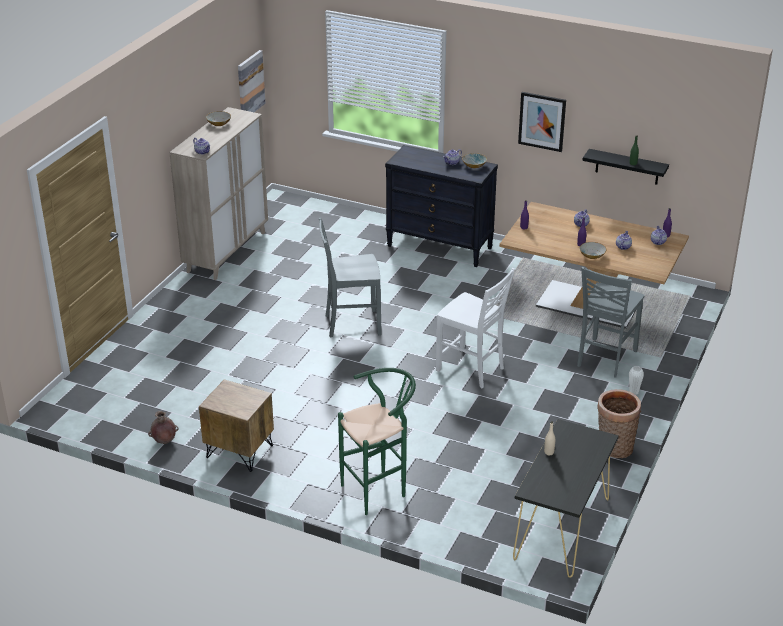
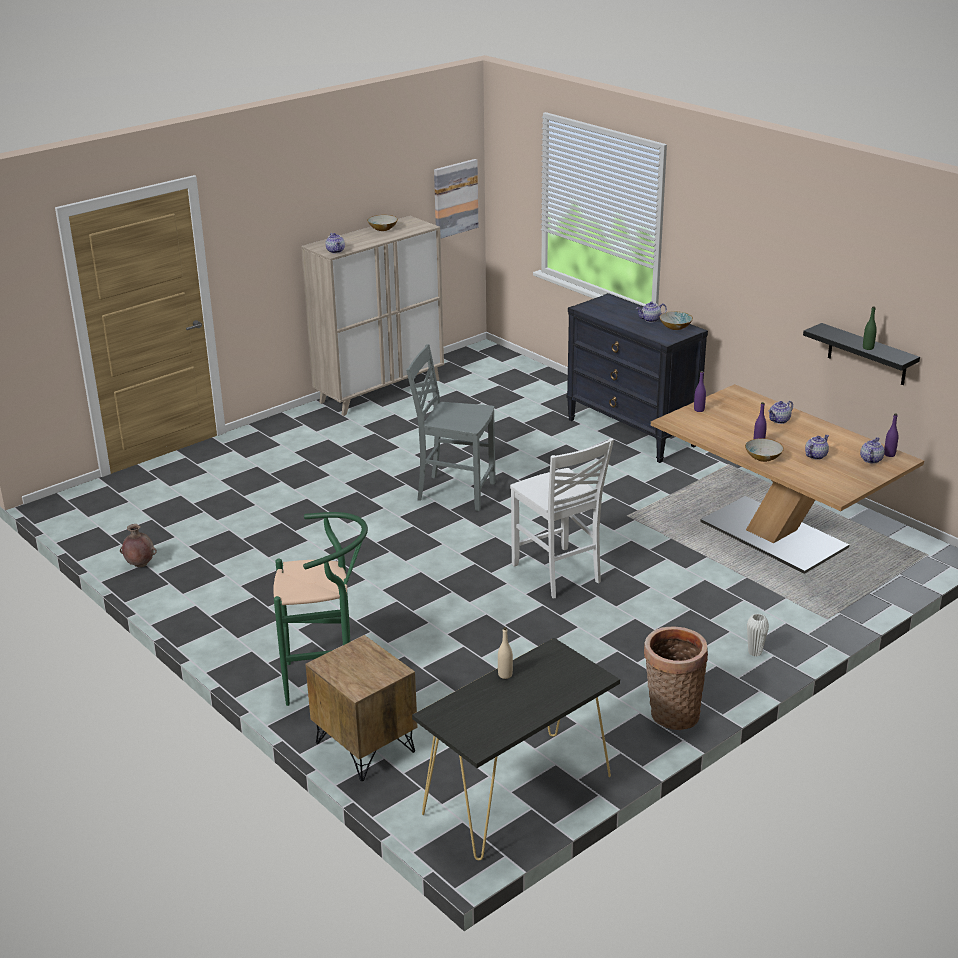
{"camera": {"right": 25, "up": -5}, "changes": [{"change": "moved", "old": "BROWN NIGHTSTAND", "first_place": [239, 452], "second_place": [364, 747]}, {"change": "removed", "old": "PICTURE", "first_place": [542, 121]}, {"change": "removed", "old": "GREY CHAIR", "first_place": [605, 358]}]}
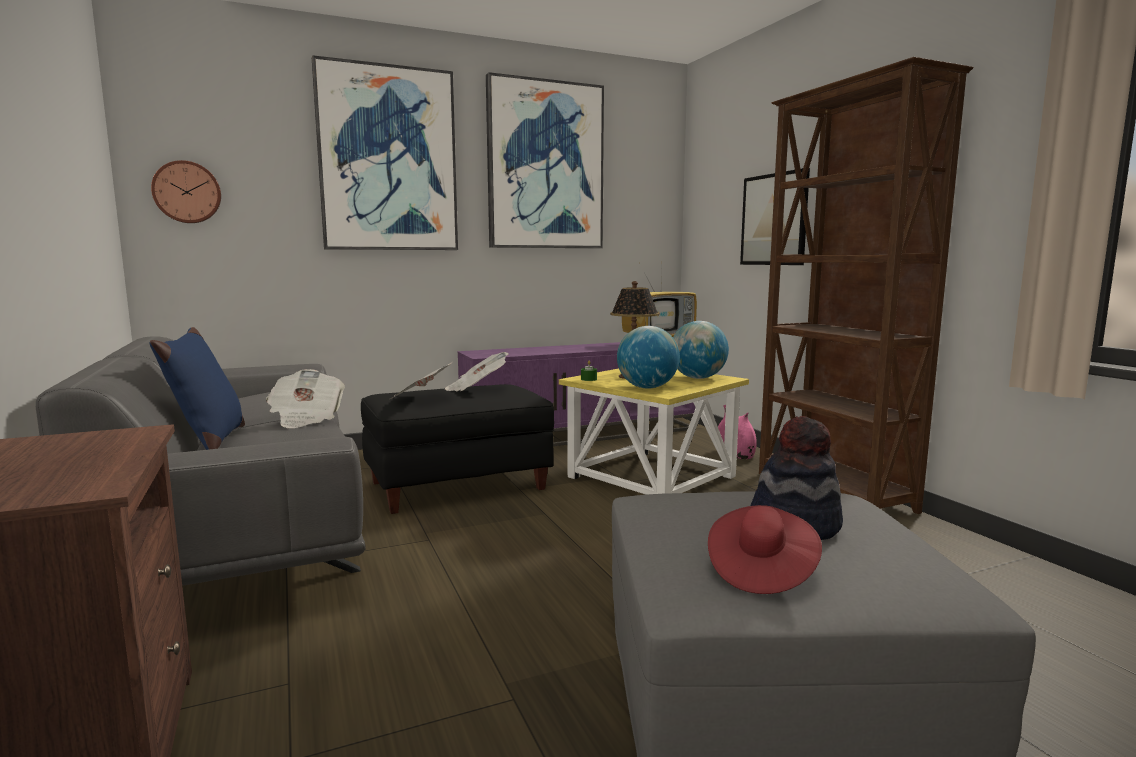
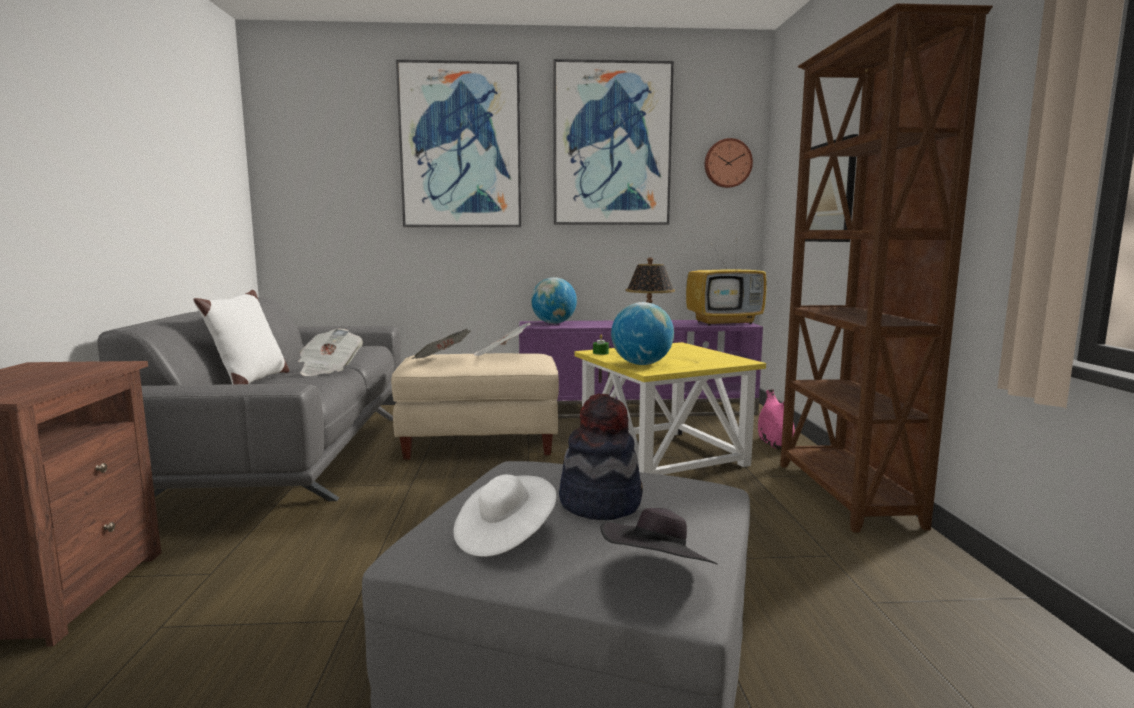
{"camera": {"right": 20, "up": 0}, "changes": [{"change": "recoloured", "old": "BLUE PILLOW", "new": "WHITE PILLOW", "first_place": [209, 441], "second_place": [250, 381]}, {"change": "recoloured", "old": "BLACK OTTOMAN", "new": "BEIGE OTTOMAN", "first_place": [457, 485], "second_place": [479, 442]}, {"change": "recoloured", "old": "RED HAT", "new": "WHITE HAT", "first_place": [760, 571], "second_place": [505, 537]}, {"change": "moved", "old": "GLOBE", "first_place": [698, 378], "second_place": [554, 323]}, {"change": "added", "new": "BLACK HAT", "second_place": [657, 574]}, {"change": "moved", "old": "WALL CLOCK", "first_place": [187, 192], "second_place": [727, 163]}]}
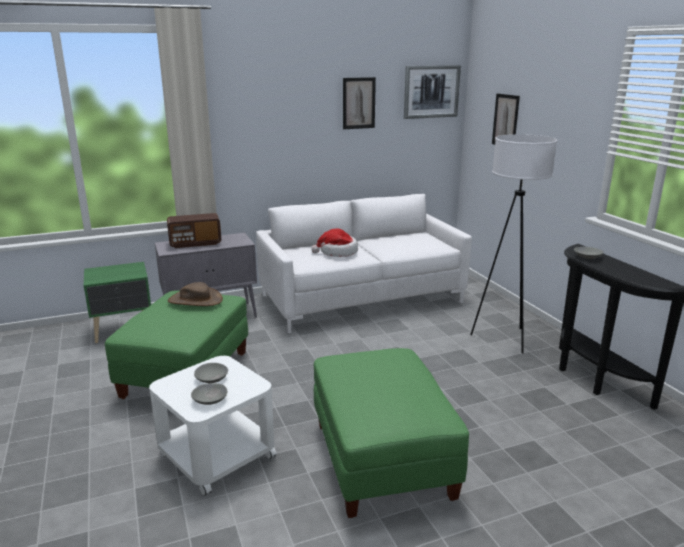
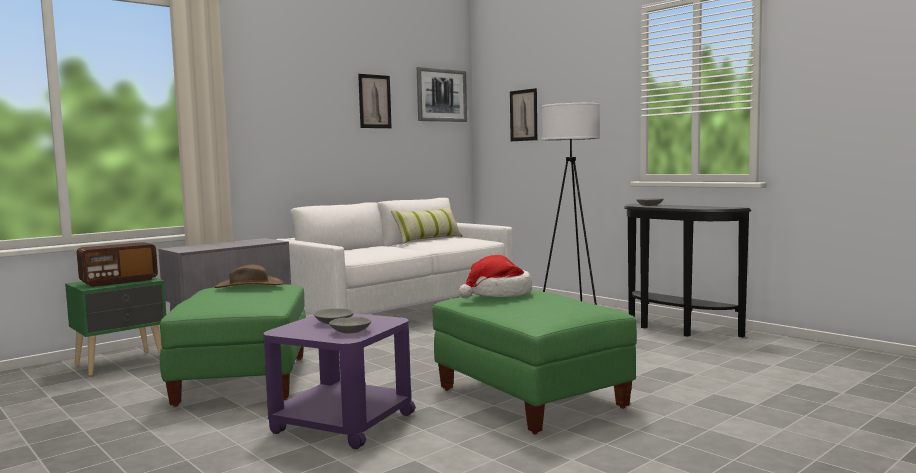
{"camera": {"right": -20, "up": -15}, "changes": [{"change": "moved", "old": "RADIO", "first_place": [195, 243], "second_place": [119, 281]}, {"change": "recoloured", "old": "WHITE SIDE TABLE", "new": "PURPLE SIDE TABLE", "first_place": [216, 454], "second_place": [342, 423]}, {"change": "added", "new": "PILLOW", "second_place": [428, 239]}, {"change": "moved", "old": "HAT", "first_place": [337, 252], "second_place": [498, 294]}]}
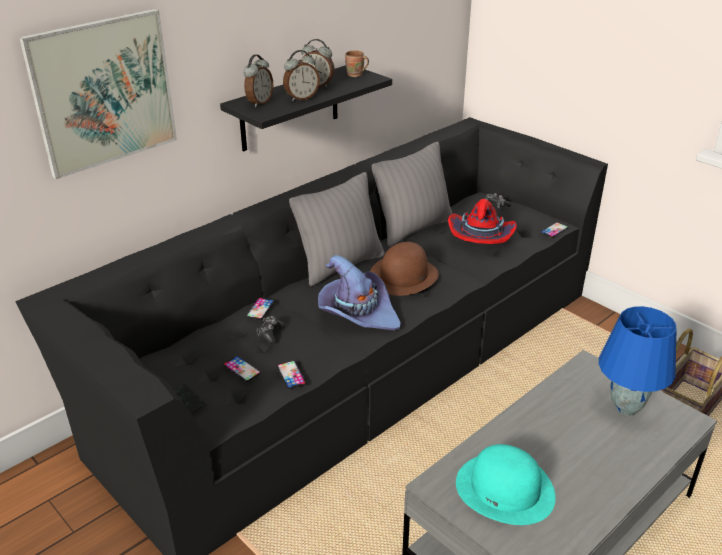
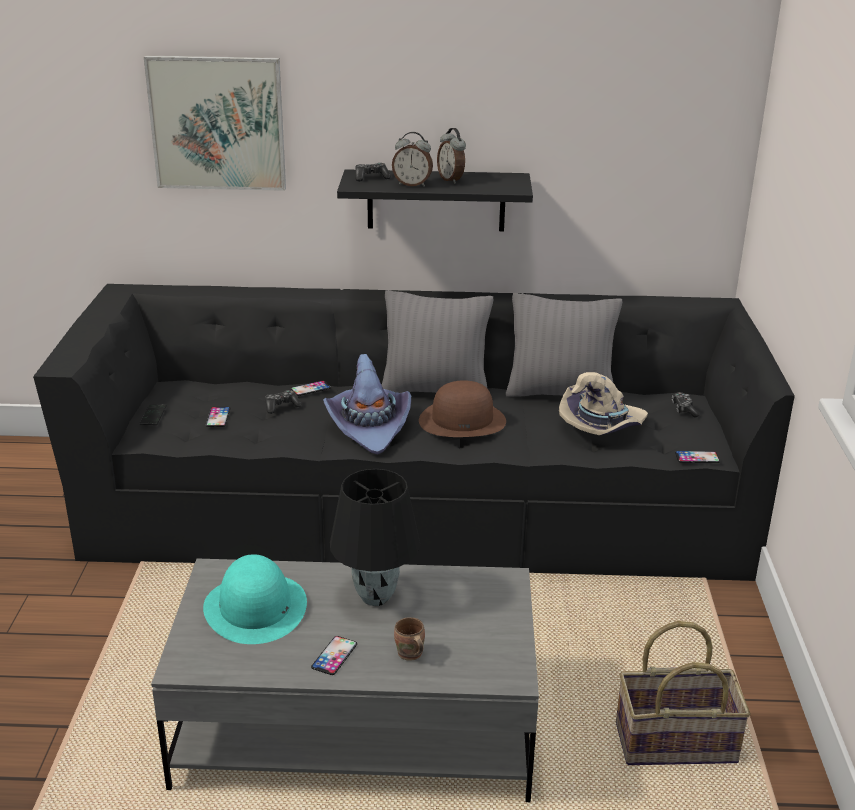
{"camera": {"right": 45, "up": -5}, "changes": [{"change": "moved", "old": "PHONE", "first_place": [291, 375], "second_place": [334, 656]}, {"change": "added", "new": "BLACK TABLE LAMP", "second_place": [374, 597]}, {"change": "replaced", "old": "ALARM CLOCK", "new": "GAME CONTROLLER", "first_place": [259, 103], "second_place": [371, 178]}, {"change": "moved", "old": "BROWN MUG", "first_place": [355, 75], "second_place": [409, 655]}, {"change": "recoloured", "old": "RED HAT", "new": "BEIGE HAT", "first_place": [480, 237], "second_place": [602, 426]}, {"change": "removed", "old": "BLUE TABLE LAMP", "first_place": [626, 408]}]}
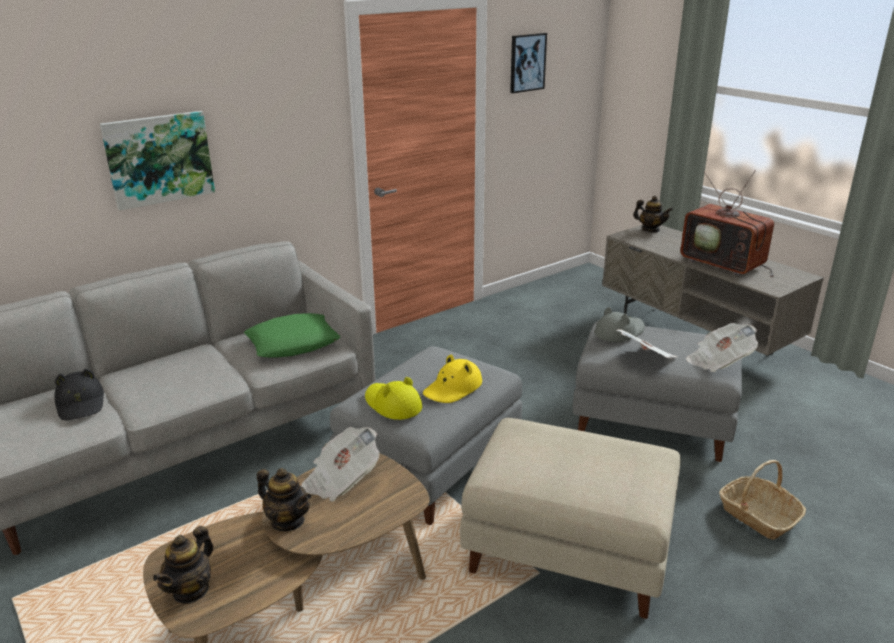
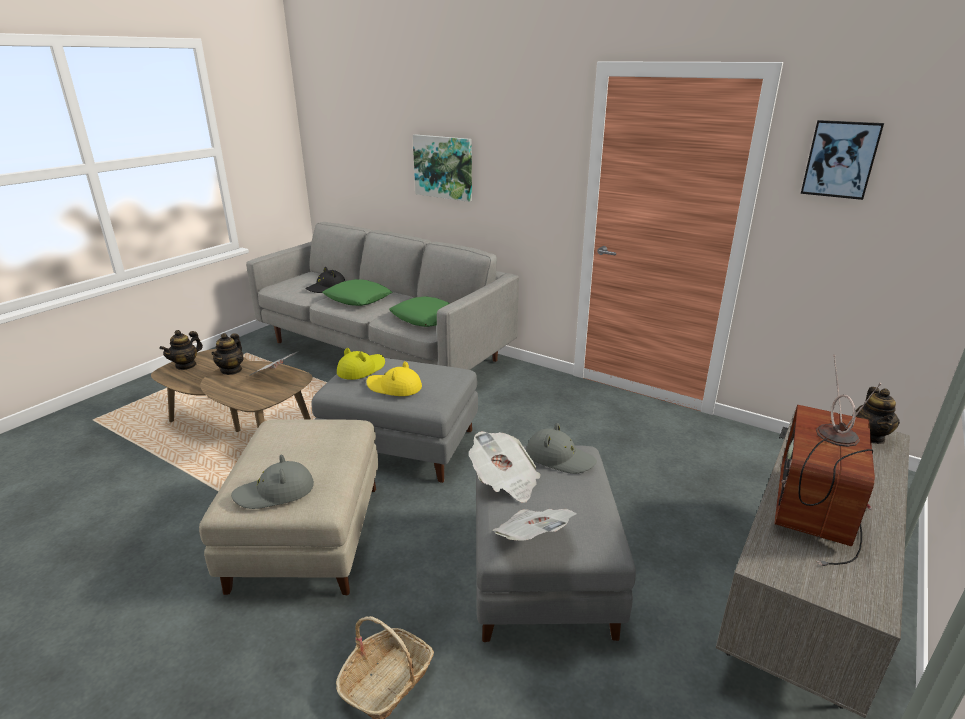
{"camera": {"right": 70, "up": 0}, "changes": [{"change": "turned", "old": "TEAPOT", "first_place": [191, 590], "second_place": [186, 365], "degrees": -60}, {"change": "added", "new": "GREY HAT", "second_place": [275, 492]}, {"change": "added", "new": "GREEN PILLOW", "second_place": [357, 298]}]}
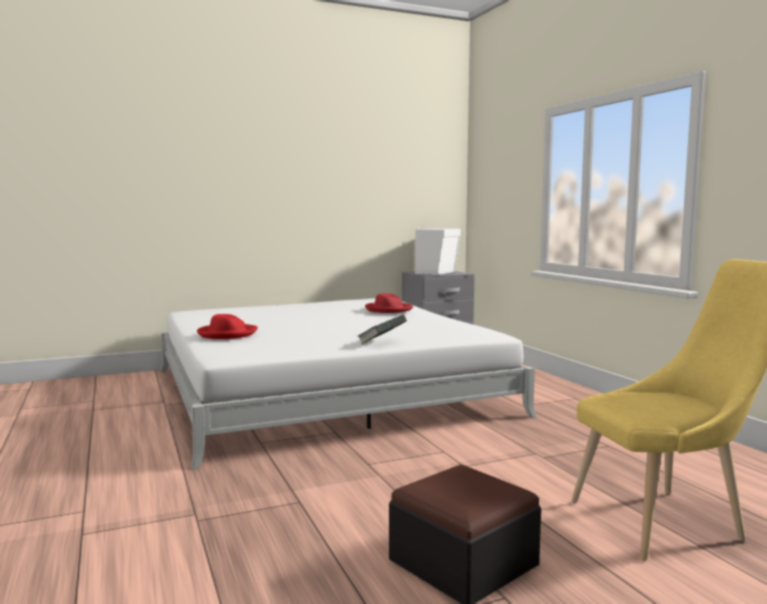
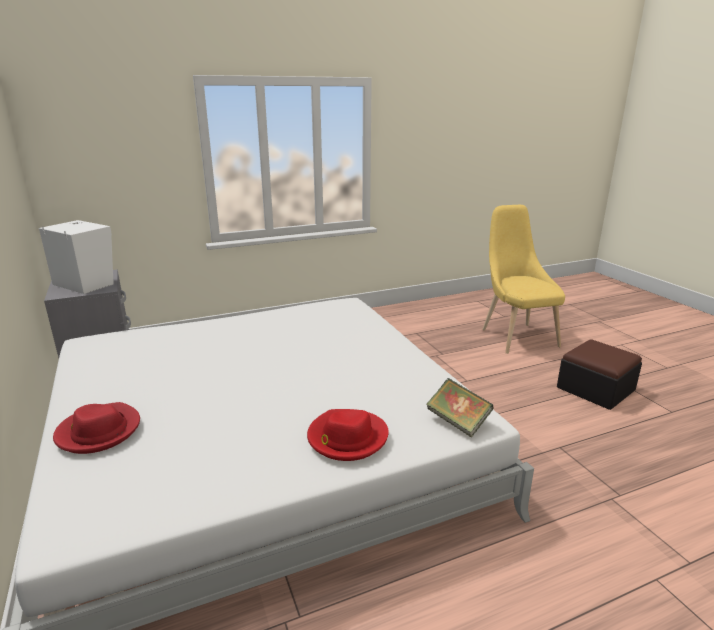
{"camera": {"right": -90, "up": 15}, "changes": [{"change": "moved", "old": "RED HAT", "first_place": [388, 309], "second_place": [99, 431]}, {"change": "moved", "old": "BOOK", "first_place": [382, 343], "second_place": [458, 422]}]}
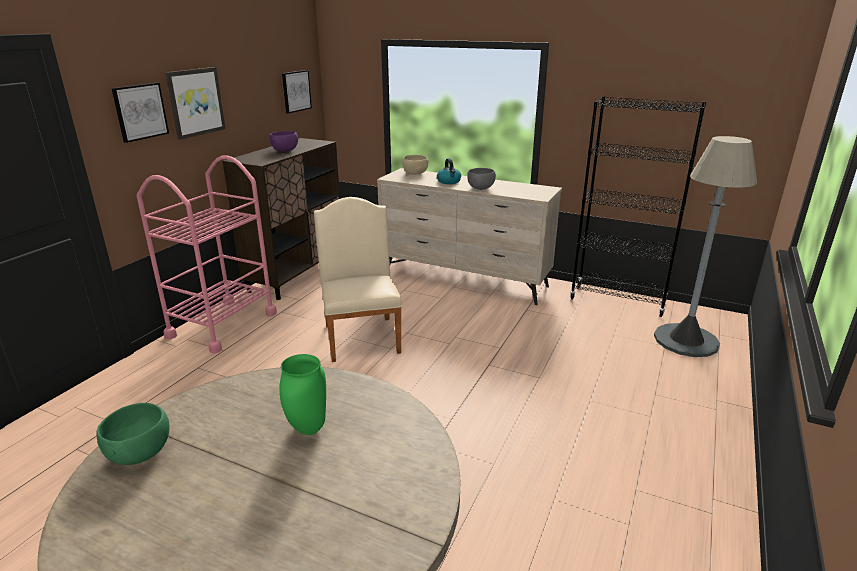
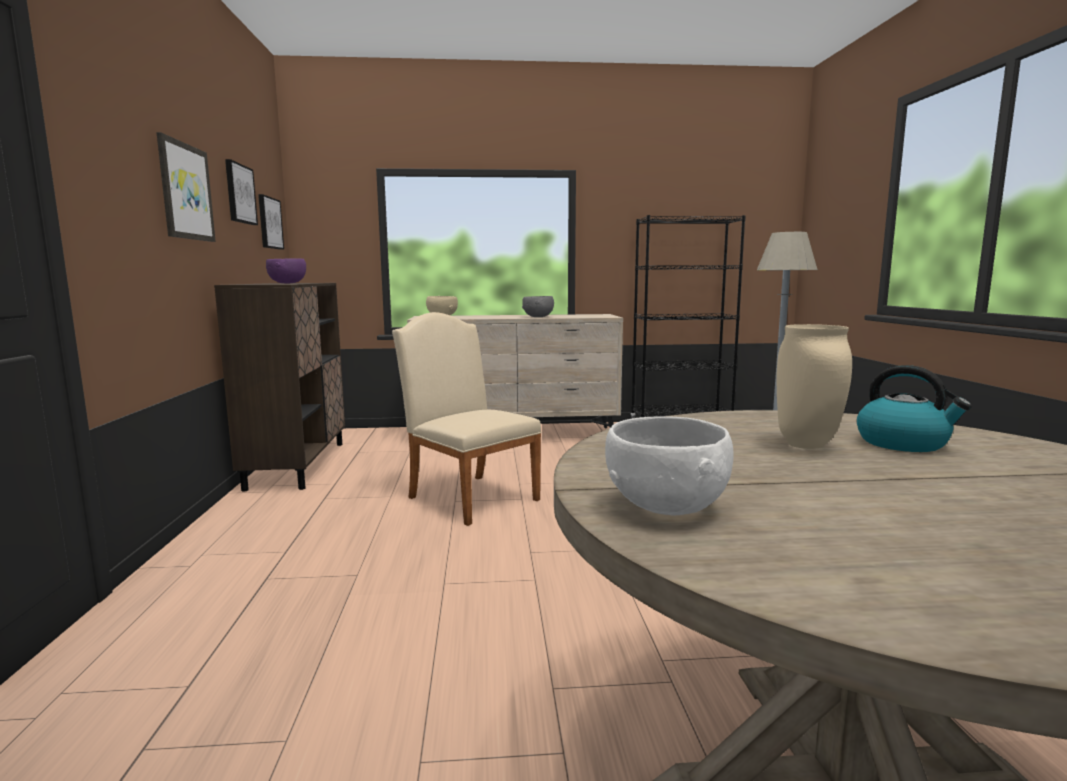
{"camera": {"right": -30, "up": -15}, "changes": [{"change": "moved", "old": "PICTURE", "first_place": [140, 111], "second_place": [239, 194]}, {"change": "recoloured", "old": "GREEN BOWL", "new": "WHITE BOWL", "first_place": [140, 453], "second_place": [666, 506]}, {"change": "recoloured", "old": "GREEN VASE", "new": "BEIGE VASE", "first_place": [307, 428], "second_place": [804, 445]}, {"change": "moved", "old": "KETTLE", "first_place": [449, 181], "second_place": [903, 443]}, {"change": "removed", "old": "PINK CART", "first_place": [222, 325]}]}
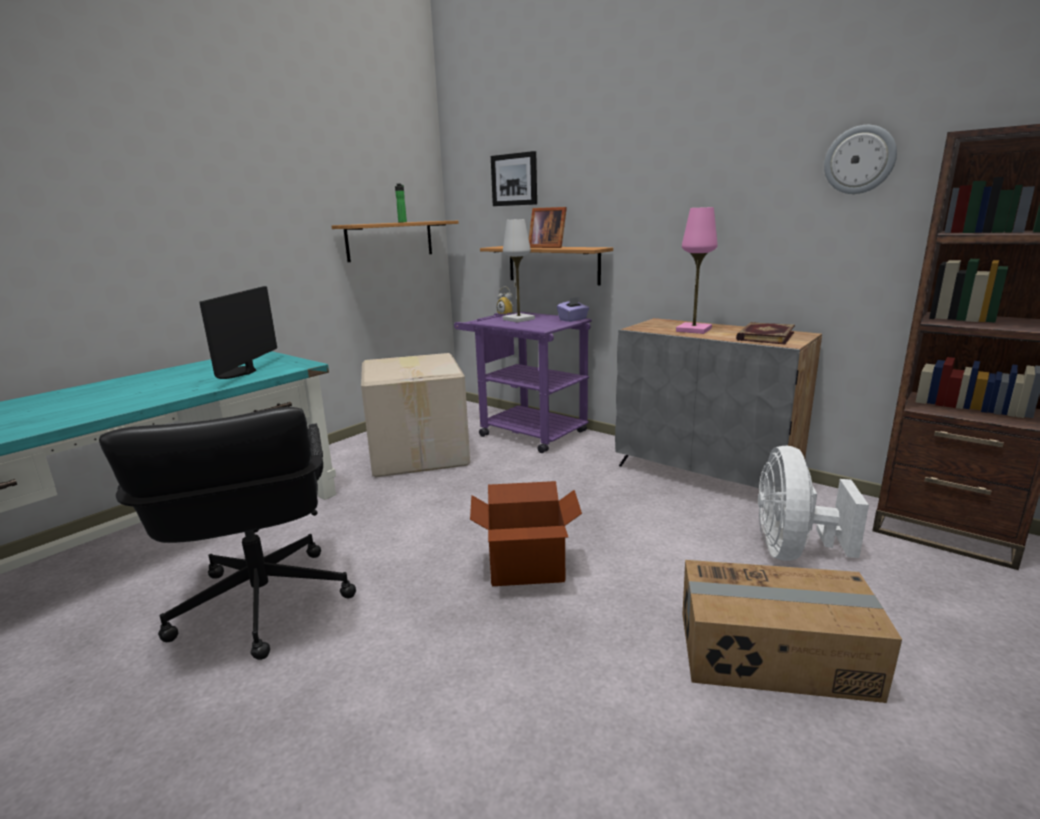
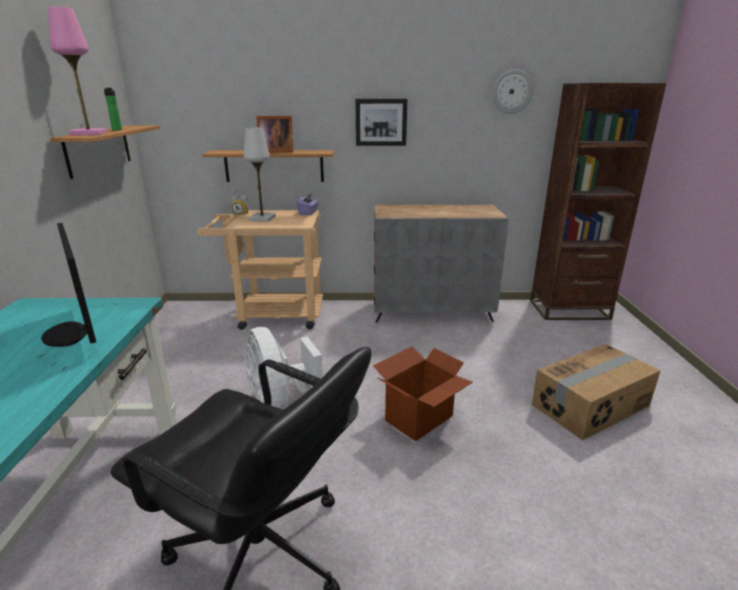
{"camera": {"right": -40, "up": 5}, "changes": [{"change": "moved", "old": "PINK TABLE LAMP", "first_place": [694, 330], "second_place": [89, 134]}, {"change": "recoloured", "old": "PURPLE CART", "new": "BEIGE CART", "first_place": [525, 431], "second_place": [272, 315]}, {"change": "moved", "old": "WHITE FAN", "first_place": [793, 550], "second_place": [280, 402]}, {"change": "moved", "old": "PICTURE", "first_place": [514, 179], "second_place": [381, 122]}, {"change": "removed", "old": "CARDBOARD BOX", "first_place": [420, 453]}, {"change": "removed", "old": "BOOK", "first_place": [764, 336]}]}
